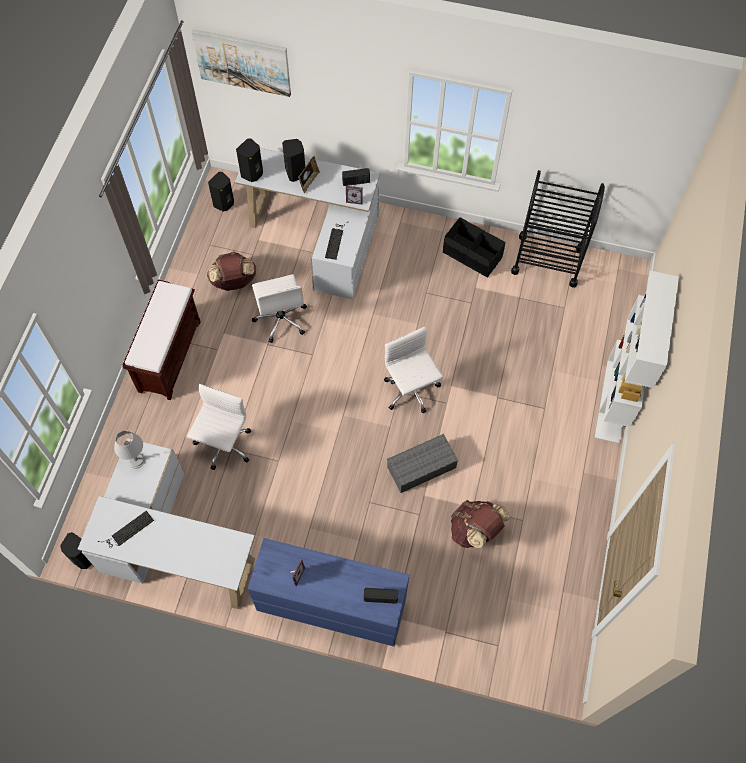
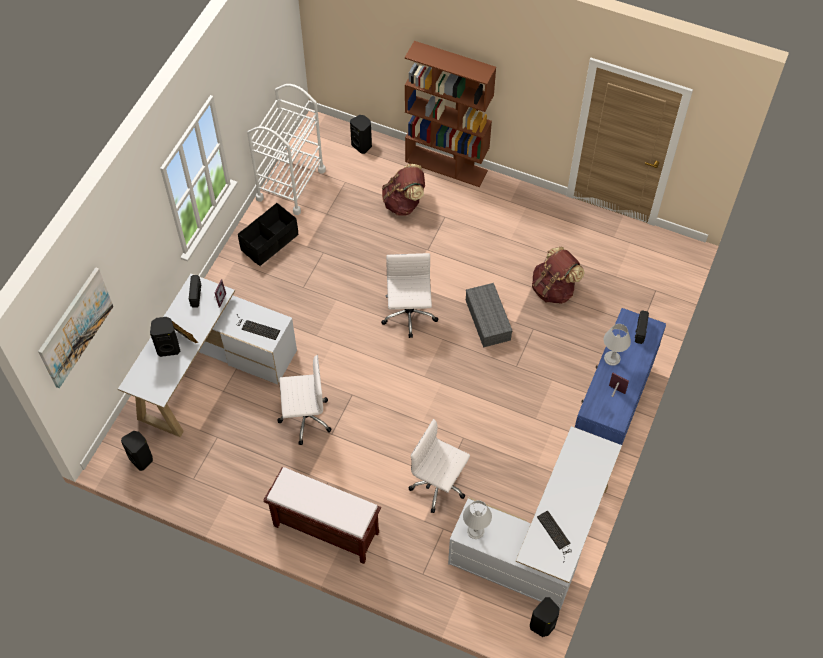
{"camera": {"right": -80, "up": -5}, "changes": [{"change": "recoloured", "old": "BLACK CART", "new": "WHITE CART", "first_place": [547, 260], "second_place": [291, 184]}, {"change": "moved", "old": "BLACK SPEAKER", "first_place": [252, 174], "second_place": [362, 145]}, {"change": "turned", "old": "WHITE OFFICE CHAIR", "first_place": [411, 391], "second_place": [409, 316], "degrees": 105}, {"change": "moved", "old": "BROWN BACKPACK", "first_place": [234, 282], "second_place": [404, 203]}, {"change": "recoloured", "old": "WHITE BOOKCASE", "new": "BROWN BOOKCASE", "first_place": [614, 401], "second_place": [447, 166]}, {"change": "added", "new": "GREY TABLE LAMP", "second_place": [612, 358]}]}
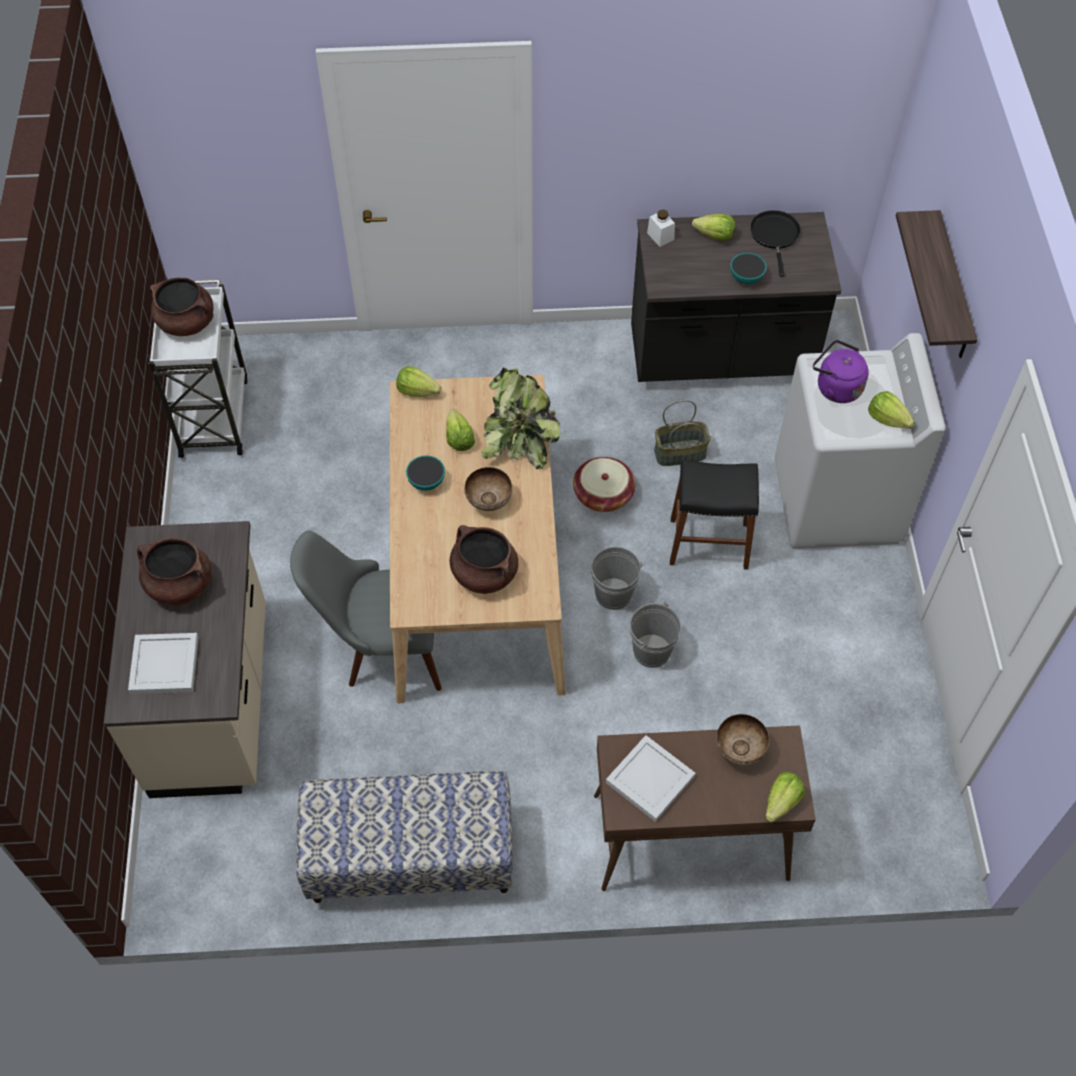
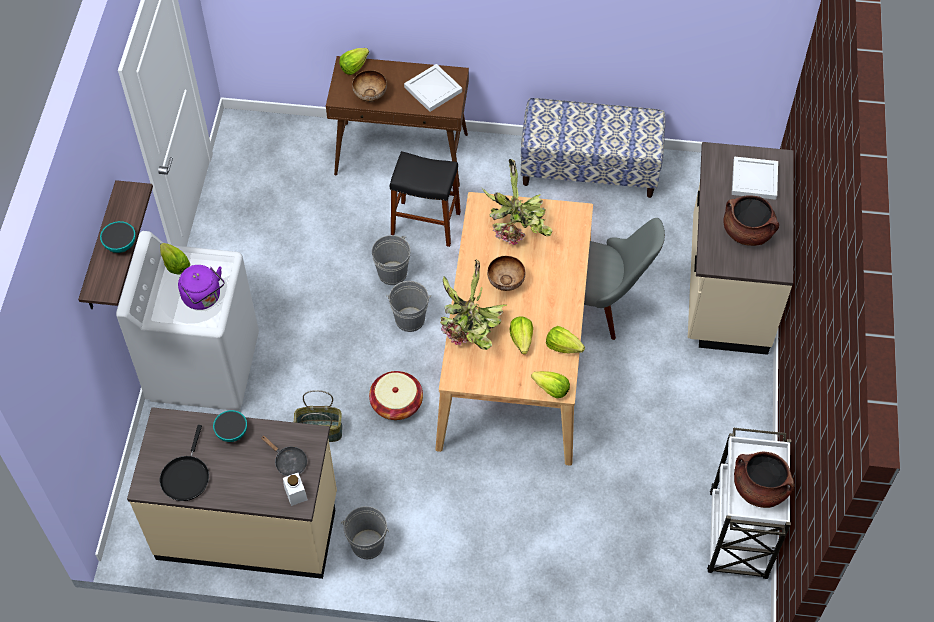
{"camera": {"right": -170, "up": 0}, "changes": [{"change": "moved", "old": "BOWL", "first_place": [426, 482], "second_place": [121, 245]}, {"change": "recoloured", "old": "BLACK COUNTER", "new": "BEIGE COUNTER", "first_place": [721, 356], "second_place": [248, 526]}, {"change": "added", "new": "BLACK FRYING PAN", "second_place": [288, 462]}, {"change": "added", "new": "GREY BUCKET", "second_place": [367, 544]}, {"change": "moved", "old": "BLACK STOOL", "first_place": [709, 543], "second_place": [425, 223]}, {"change": "replaced", "old": "BROWN COOKING POT", "new": "POTTED PLANT", "first_place": [484, 573], "second_place": [518, 230]}, {"change": "moved", "old": "LETTUCE", "first_place": [714, 236], "second_place": [563, 346]}]}
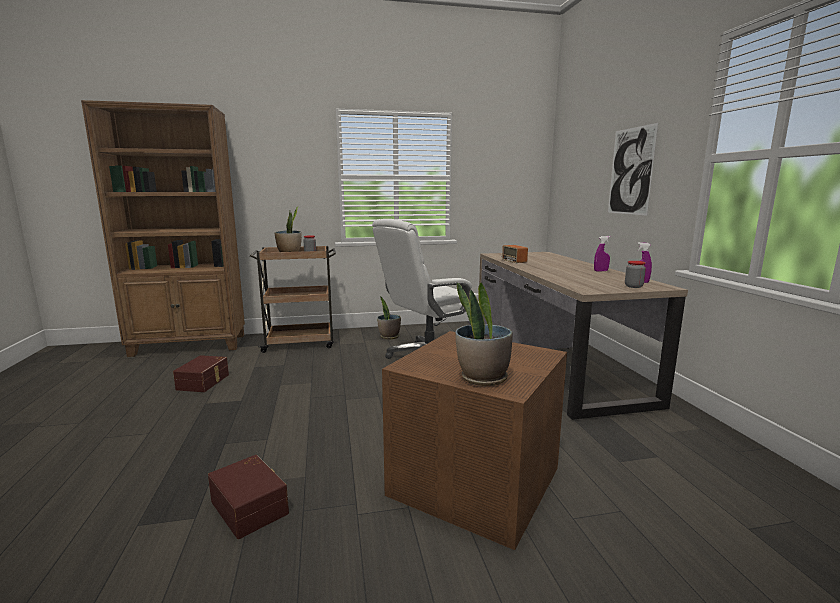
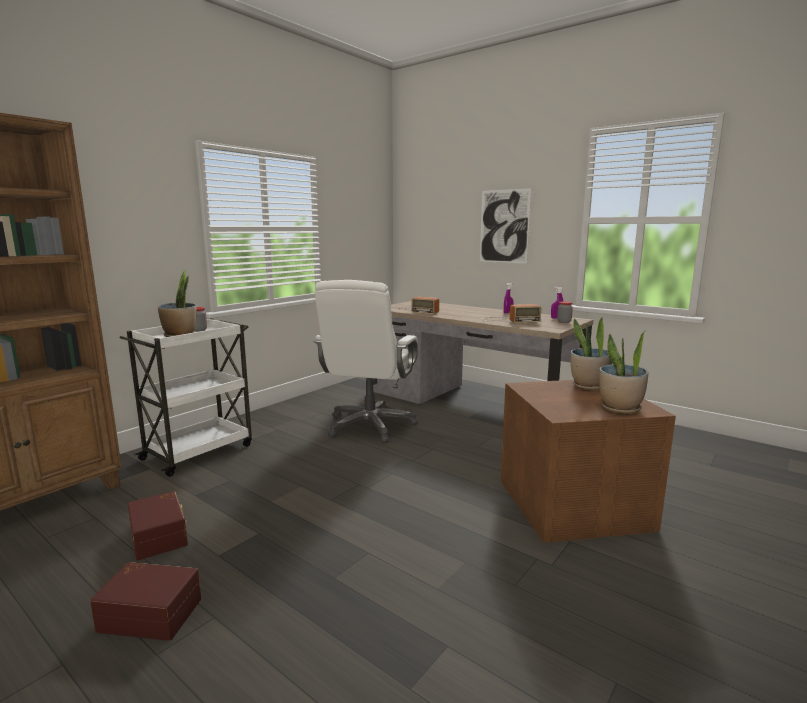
{"camera": {"right": -40, "up": 0}, "changes": [{"change": "moved", "old": "BROWN STORAGE BOX", "first_place": [251, 506], "second_place": [151, 613]}, {"change": "recoloured", "old": "BROWN CART", "new": "WHITE CART", "first_place": [301, 343], "second_place": [199, 451]}, {"change": "added", "new": "RADIO", "second_place": [507, 320]}, {"change": "moved", "old": "POTTED PLANT", "first_place": [389, 337], "second_place": [589, 386]}]}
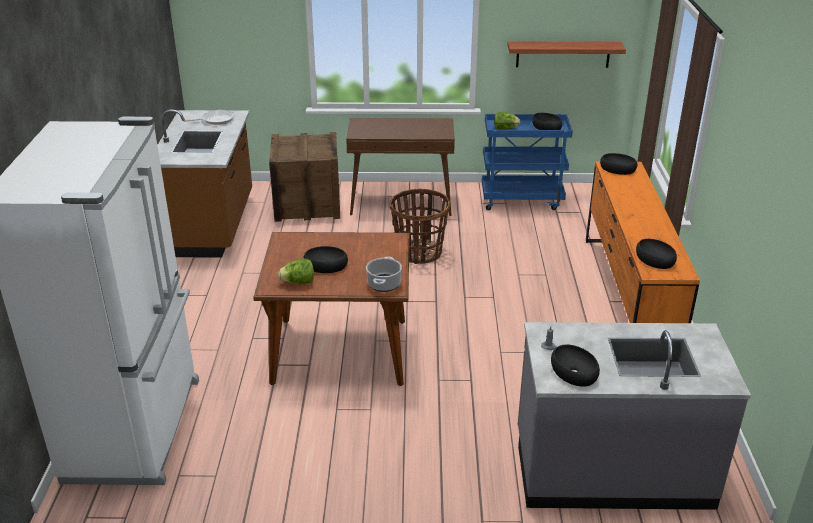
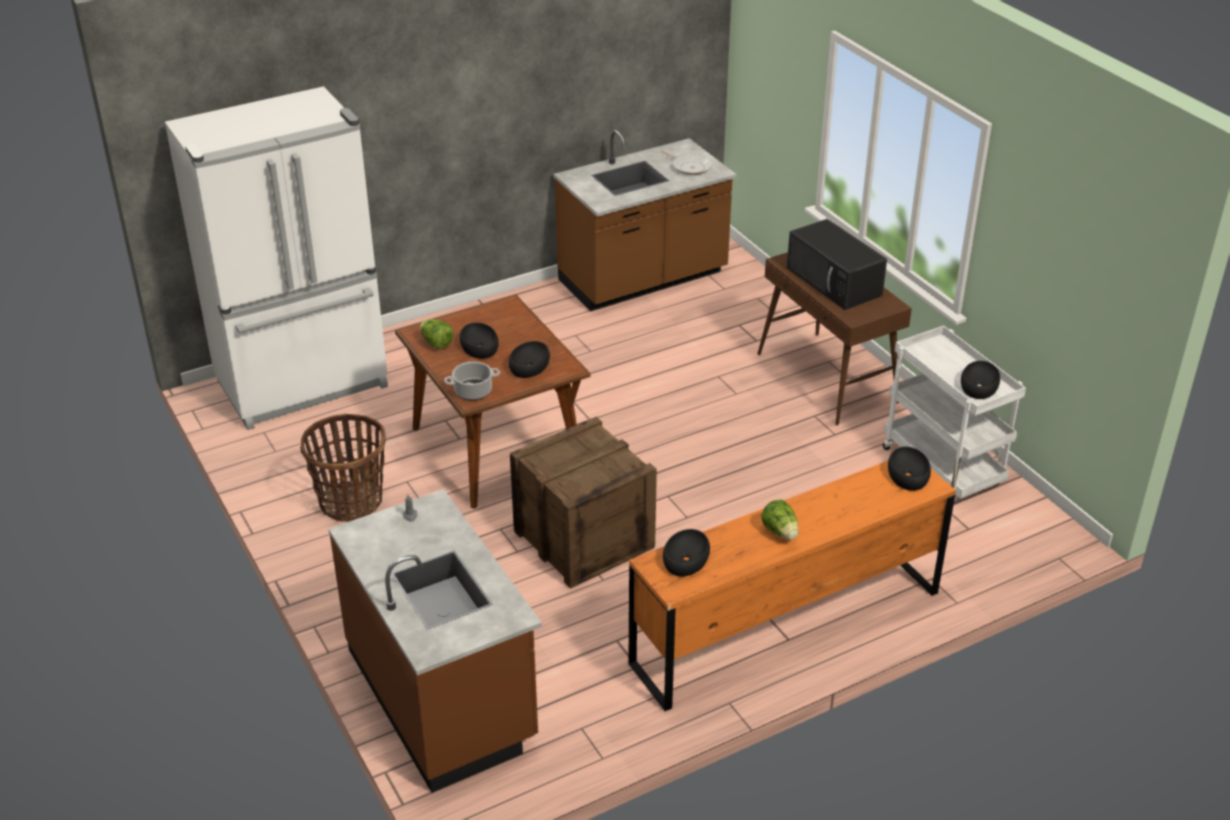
{"camera": {"right": 60, "up": 5}, "changes": [{"change": "moved", "old": "BASKET", "first_place": [419, 253], "second_place": [351, 502]}, {"change": "recoloured", "old": "GREY COUNTER", "new": "BROWN COUNTER", "first_place": [611, 469], "second_place": [443, 695]}, {"change": "moved", "old": "BLACK BOWL", "first_place": [574, 372], "second_place": [530, 366]}, {"change": "moved", "old": "CRATE", "first_place": [307, 204], "second_place": [584, 539]}, {"change": "moved", "old": "LETTUCE", "first_place": [505, 129], "second_place": [780, 532]}, {"change": "added", "new": "BLACK MICROWAVE", "second_place": [835, 282]}, {"change": "recoloured", "old": "BLUE CART", "new": "WHITE CART", "first_place": [522, 200], "second_place": [943, 468]}, {"change": "removed", "old": "SHELF", "first_place": [563, 54]}]}
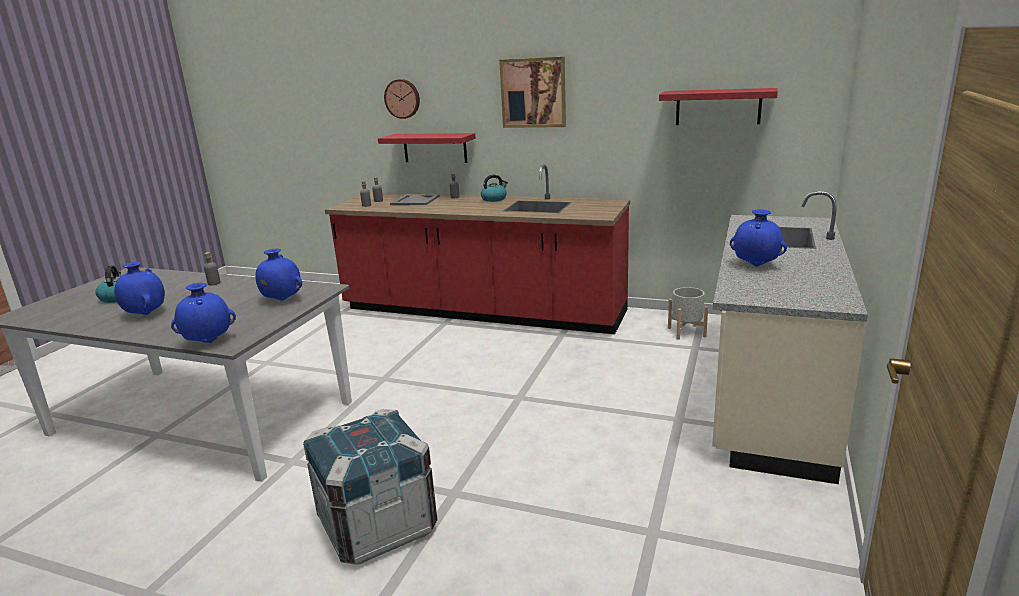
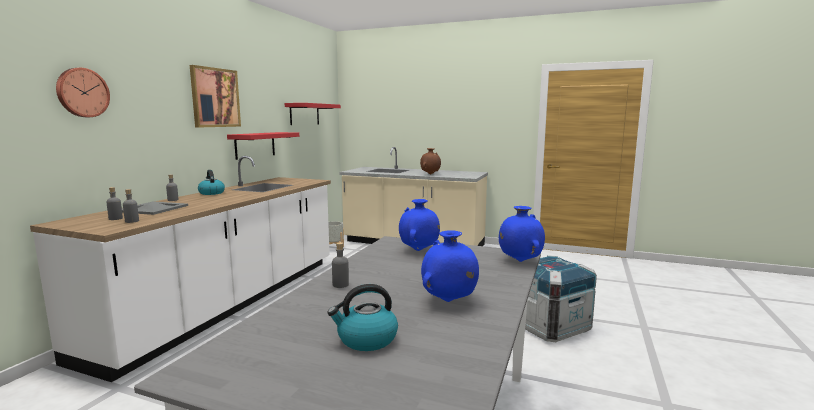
{"camera": {"right": -90, "up": -10}, "changes": [{"change": "recoloured", "old": "RED COUNTER", "new": "WHITE COUNTER", "first_place": [481, 311], "second_place": [229, 302]}, {"change": "moved", "old": "RED SHELF", "first_place": [435, 148], "second_place": [255, 145]}, {"change": "recoloured", "old": "BLUE VASE", "new": "BROWN VASE", "first_place": [756, 266], "second_place": [430, 174]}]}
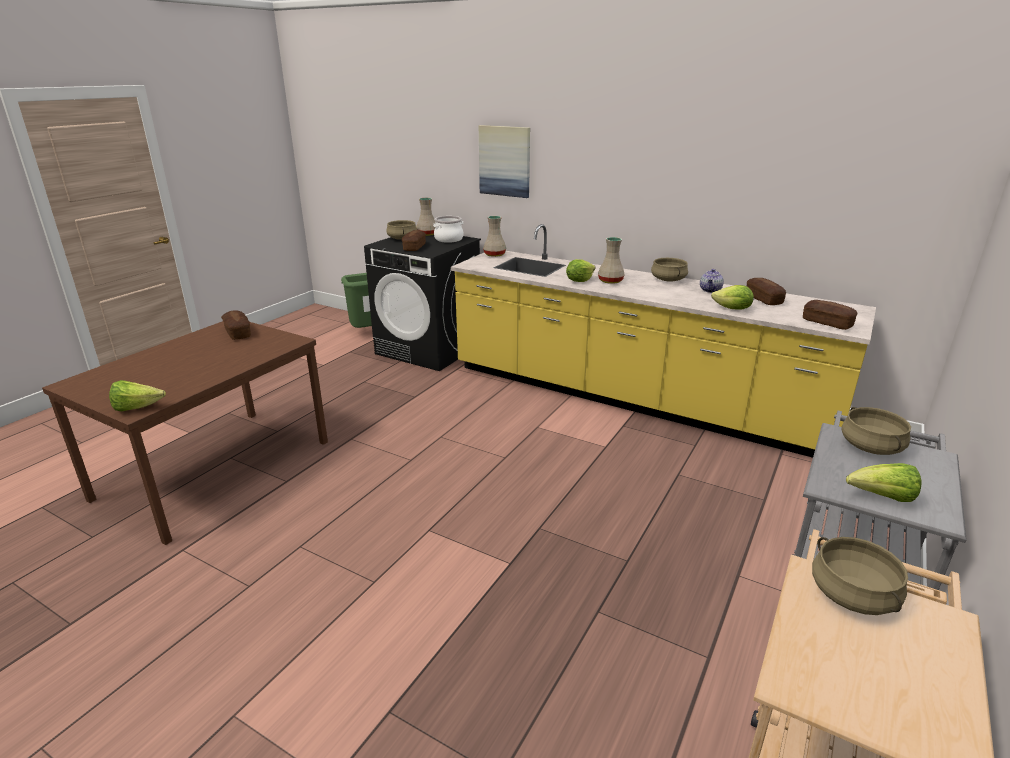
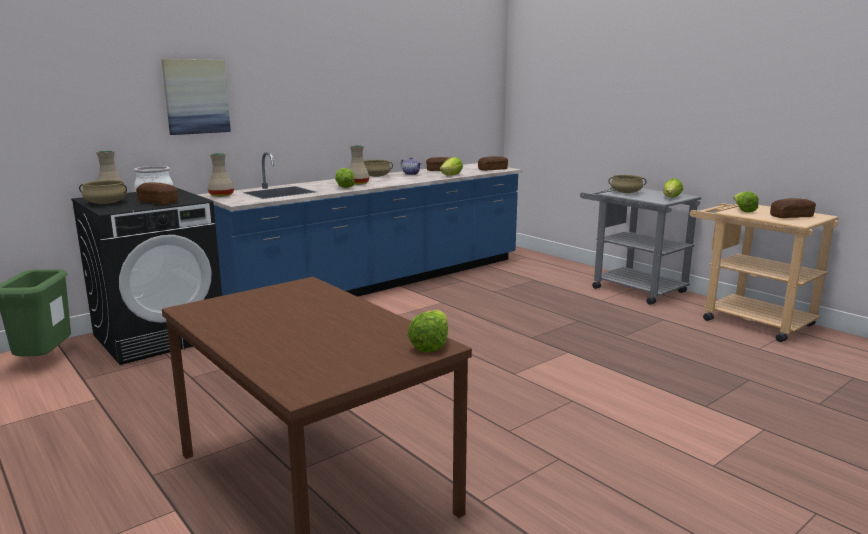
{"camera": {"right": -70, "up": -10}, "changes": [{"change": "recoloured", "old": "YELLOW COUNTER", "new": "BLUE COUNTER", "first_place": [632, 399], "second_place": [380, 283]}, {"change": "replaced", "old": "BEIGE COOKING POT", "new": "LETTUCE", "first_place": [851, 595], "second_place": [743, 210]}, {"change": "moved", "old": "BREAD", "first_place": [238, 333], "second_place": [791, 216]}]}
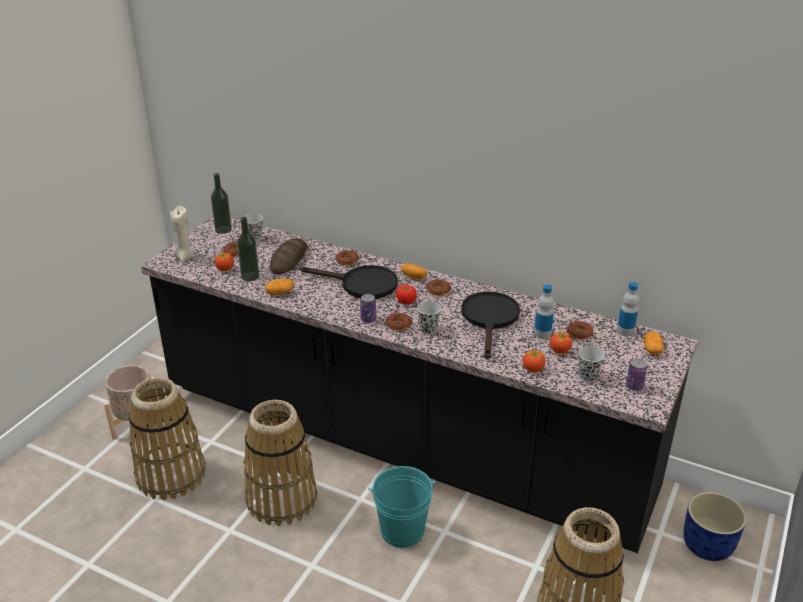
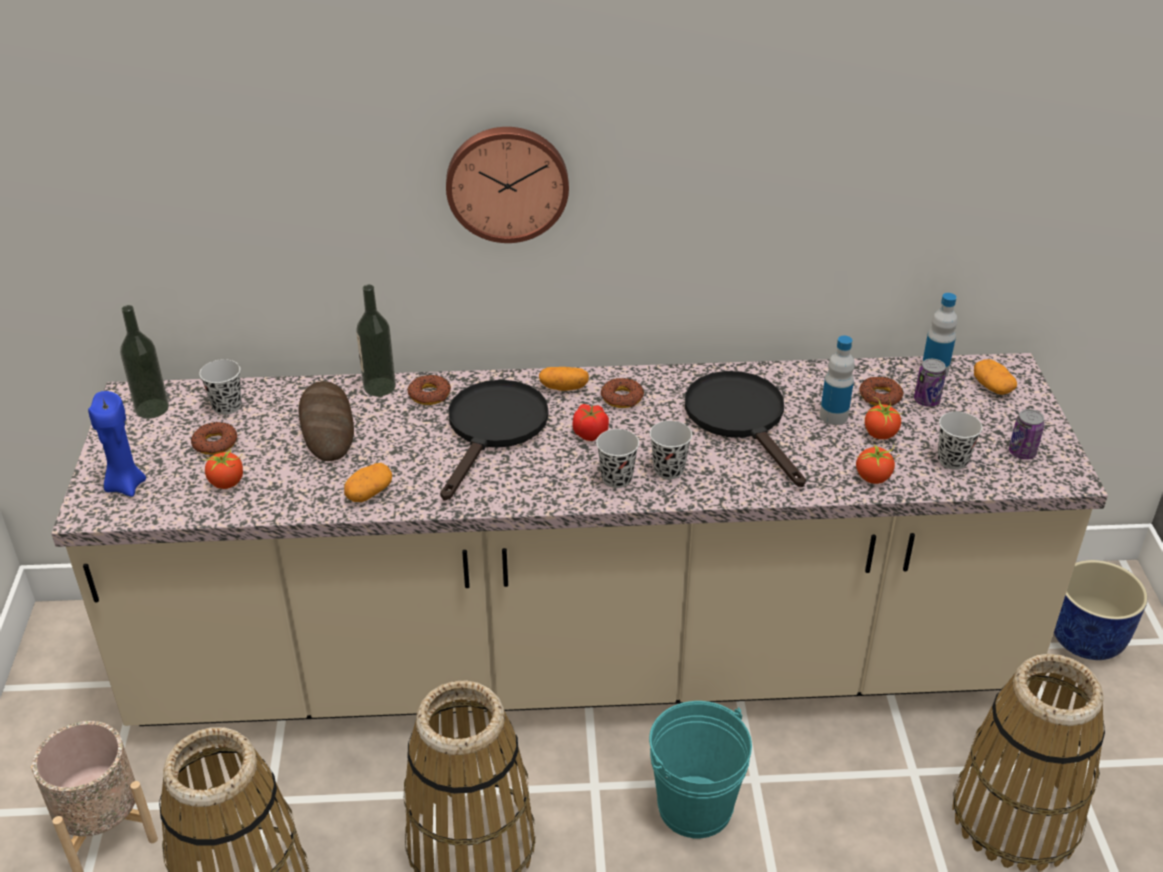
{"camera": {"right": -30, "up": 5}, "changes": [{"change": "recoloured", "old": "BLACK COUNTER", "new": "BEIGE COUNTER", "first_place": [401, 440], "second_place": [581, 661]}, {"change": "recoloured", "old": "BEIGE CANDLE", "new": "BLUE CANDLE", "first_place": [184, 256], "second_place": [125, 485]}, {"change": "moved", "old": "BOTTLE", "first_place": [250, 276], "second_place": [379, 387]}, {"change": "turned", "old": "BLACK FRYING PAN", "first_place": [361, 284], "second_place": [493, 430], "degrees": -60}, {"change": "added", "new": "WALL CLOCK", "second_place": [507, 182]}, {"change": "replaced", "old": "DONUT", "new": "BLACK CUP", "first_place": [398, 324], "second_place": [616, 478]}, {"change": "moved", "old": "CAN", "first_place": [368, 319], "second_place": [926, 400]}]}
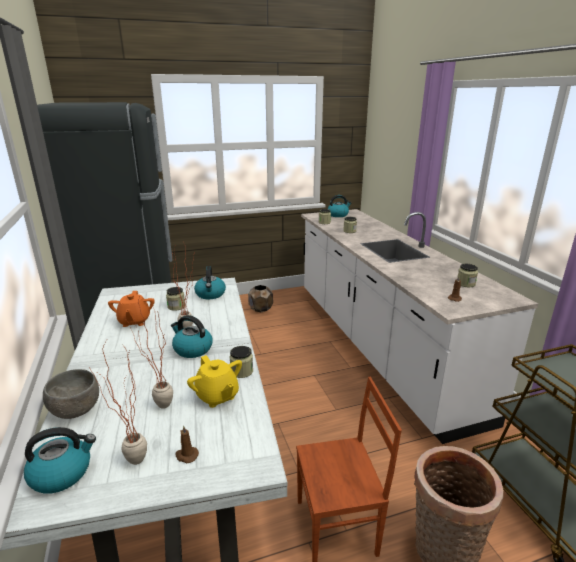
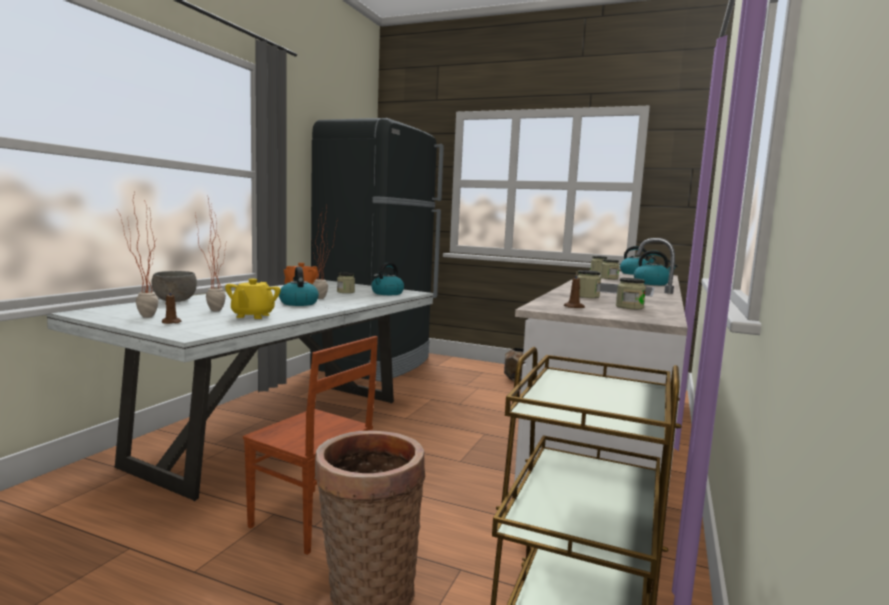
{"camera": {"right": 40, "up": -15}, "changes": [{"change": "moved", "old": "JAR", "first_place": [241, 371], "second_place": [587, 296]}, {"change": "moved", "old": "KETTLE", "first_place": [62, 473], "second_place": [652, 283]}]}
